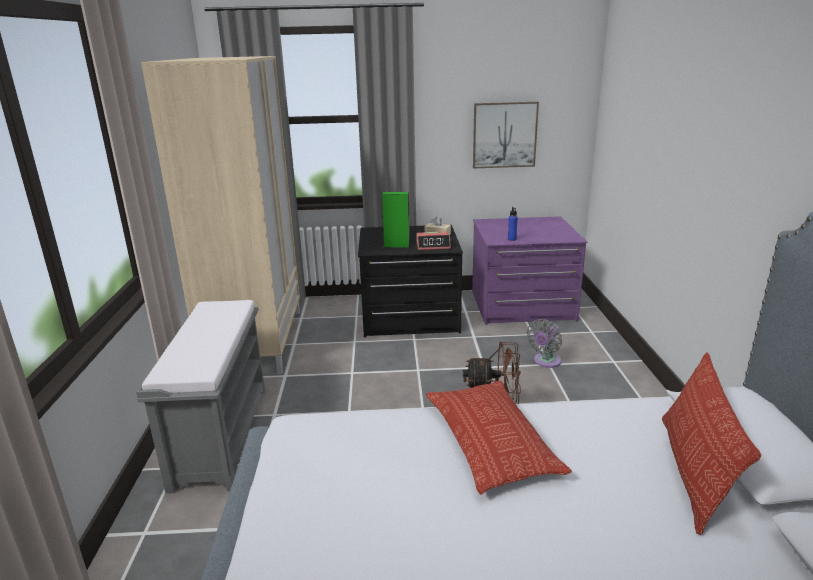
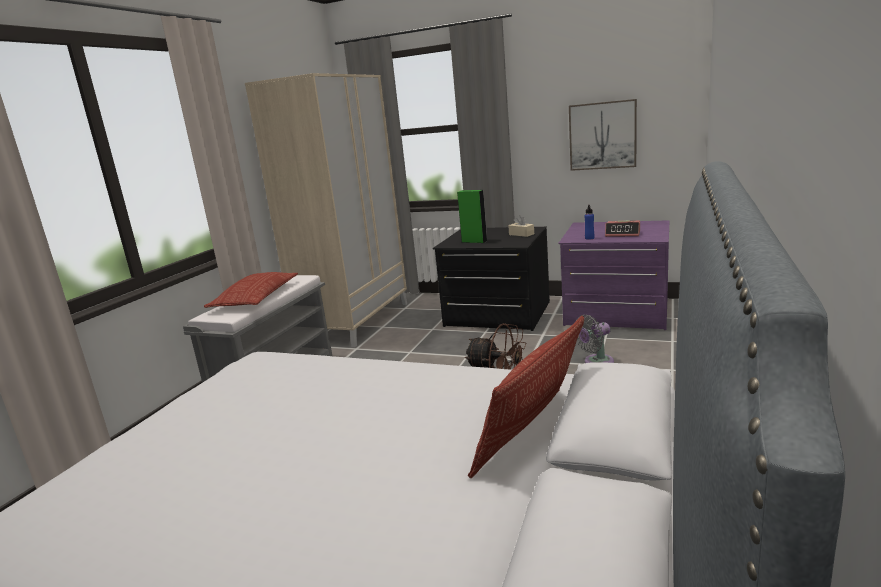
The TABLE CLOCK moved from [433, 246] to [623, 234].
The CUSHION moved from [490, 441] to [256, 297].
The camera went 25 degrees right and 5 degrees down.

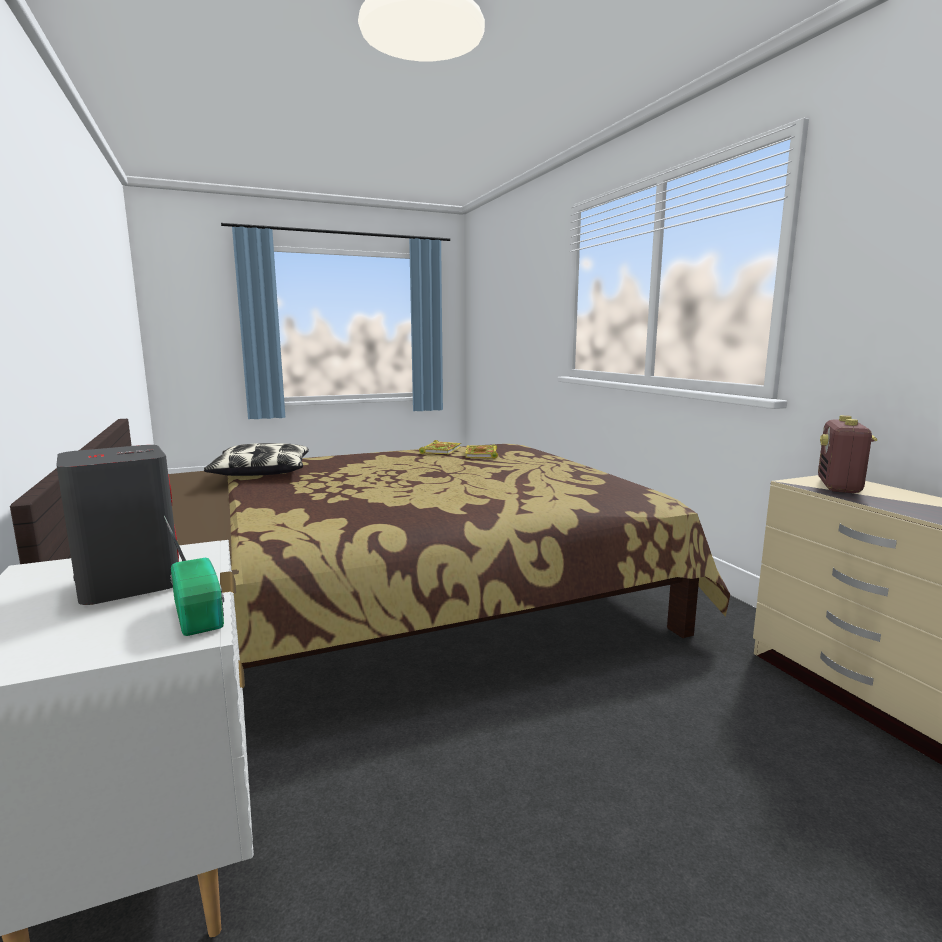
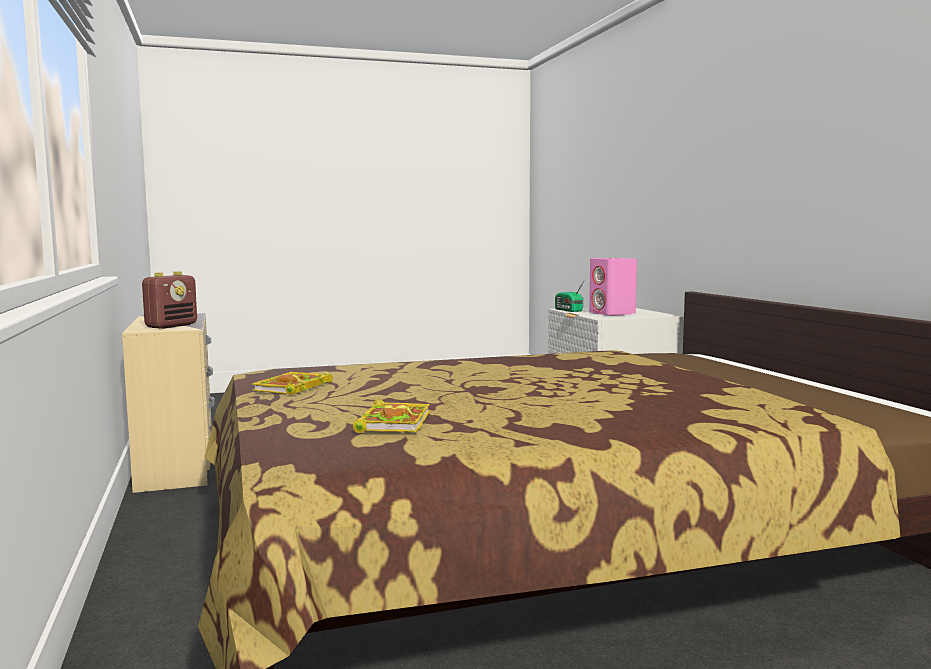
The CUSHION at [261, 472] disappeared.
The VOLUME moved from [441, 450] to [292, 388].
The GREYISH LOUDSPEAKER at [129, 583] became the PINK-COLOURED LOUDSPEAKER at [612, 313].
The camera went 175 degrees left and 5 degrees down.

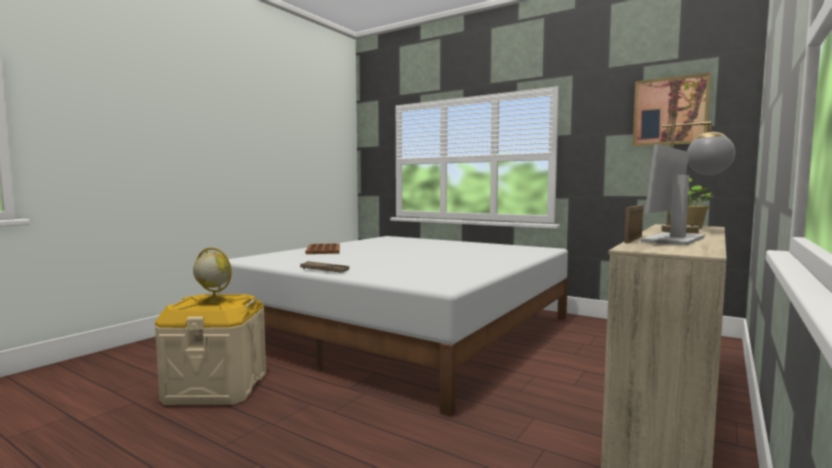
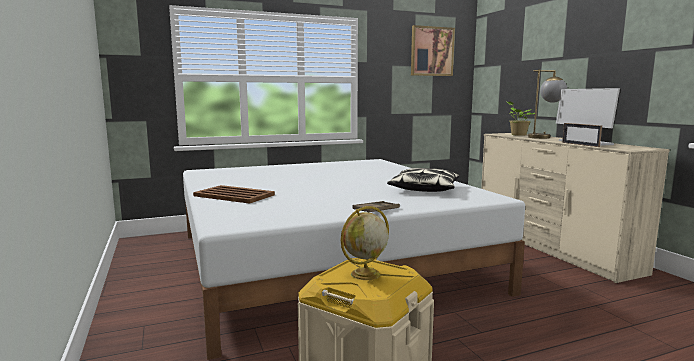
The CUSHION at [424, 189] appeared.
The camera went 55 degrees left and 5 degrees up.

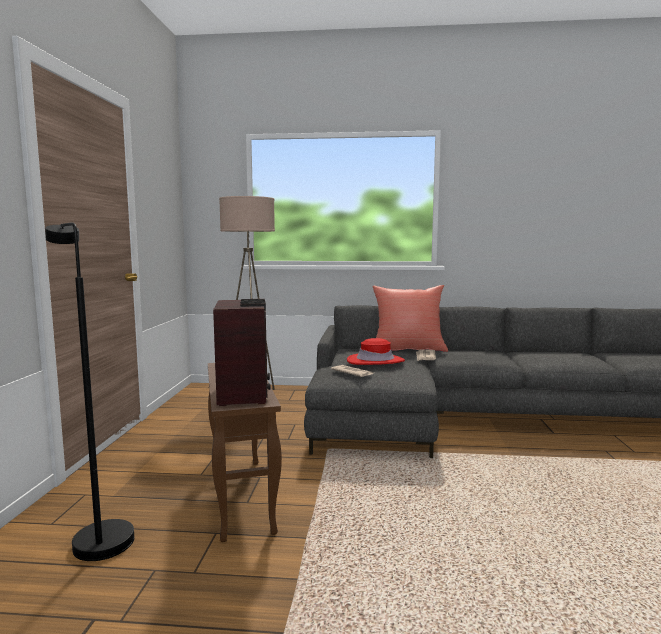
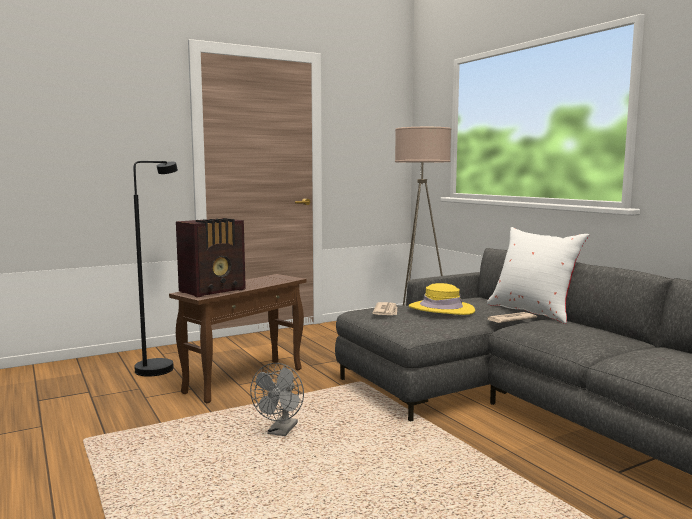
The GREYISH ELECTRIC FAN at [281, 432] appeared.
The RED CLOTHING HAT at [375, 361] became the YELLOWISH CLOTHING HAT at [441, 309].
The RED CUSHION at [408, 349] became the WHITE CUSHION at [533, 311].
The camera went 55 degrees right and 0 degrees up.

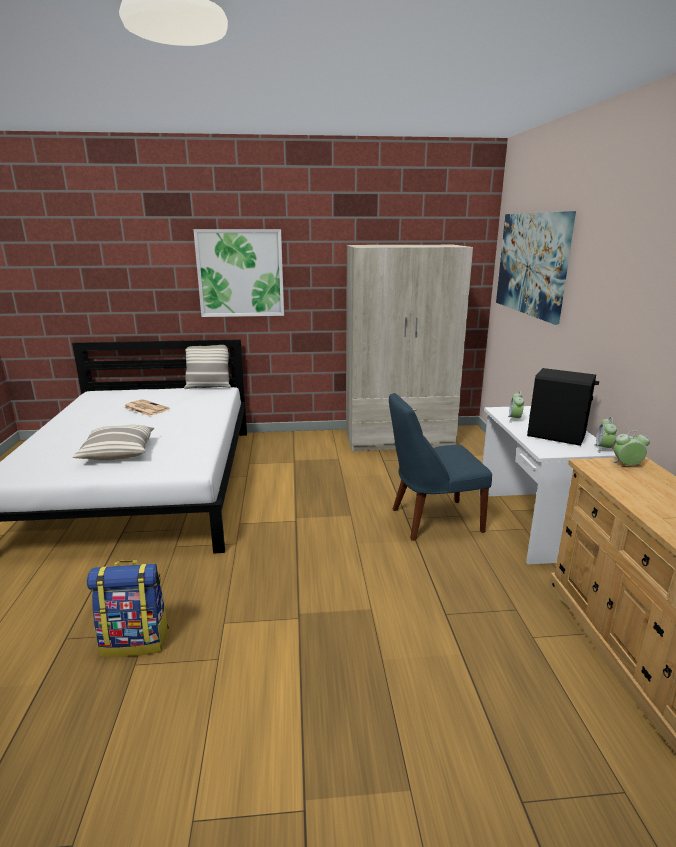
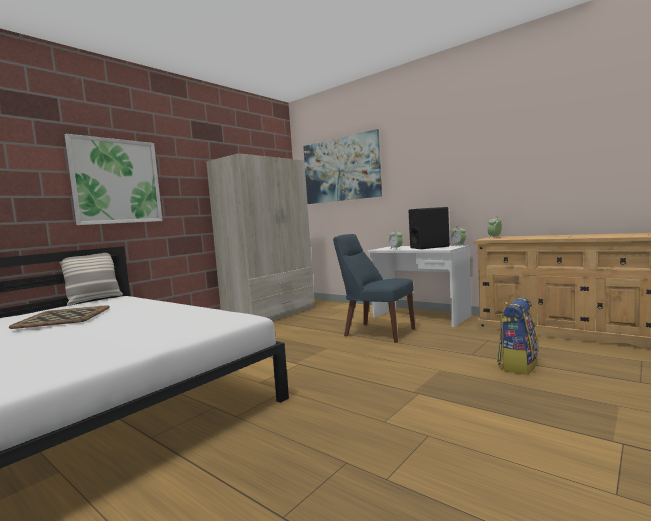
The CUSHION at [118, 452] disappeared.
The RUCKSACK moved from [136, 641] to [518, 365].
The DAILY PAPER at [145, 408] was replaced by the TRAY at [62, 317].
The BLUISH PLAIN CHAIR at [432, 520] turned 90 degrees clockwise.
The camera went 45 degrees left and 15 degrees down.

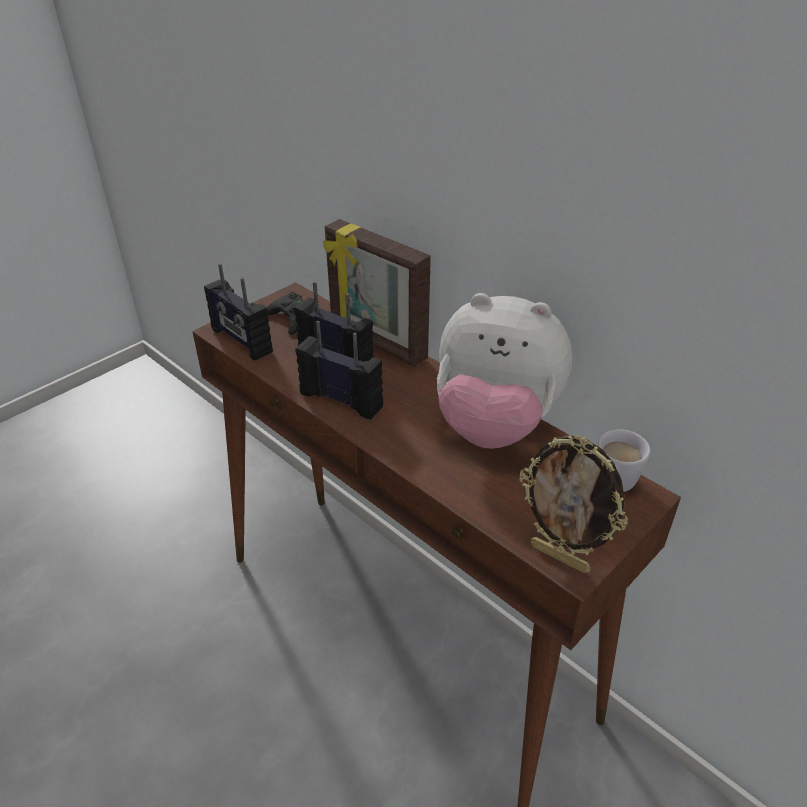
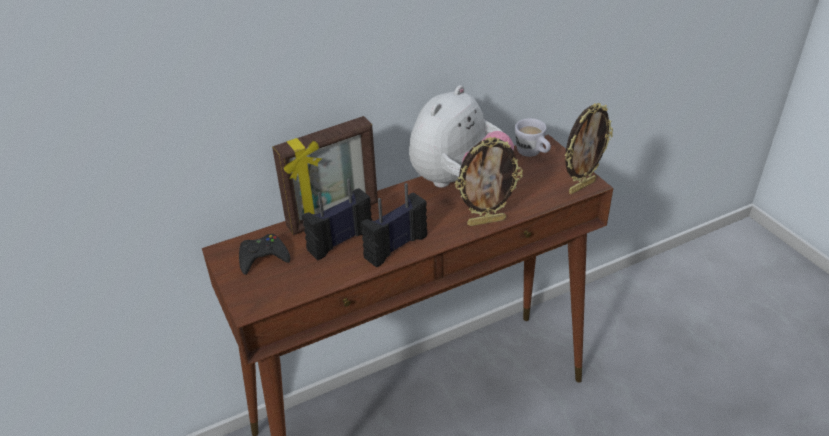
The RADIO at [241, 341] disappeared.
The PHOTO FRAME at [486, 221] appeared.
The camera went 70 degrees left and 0 degrees up.

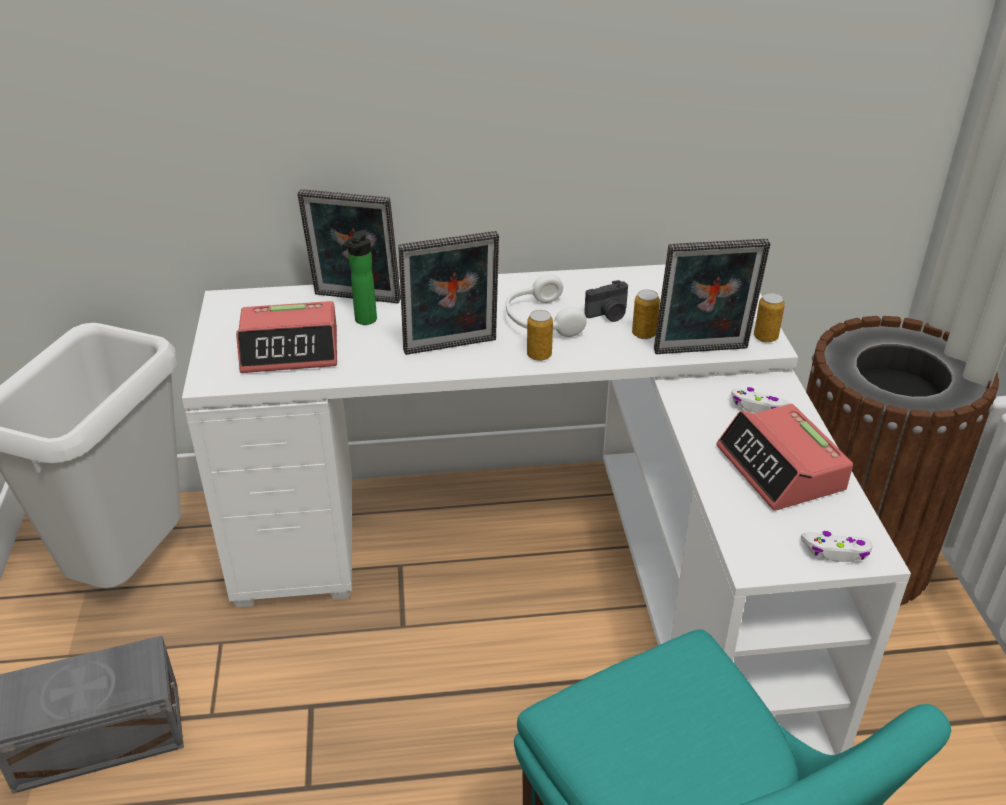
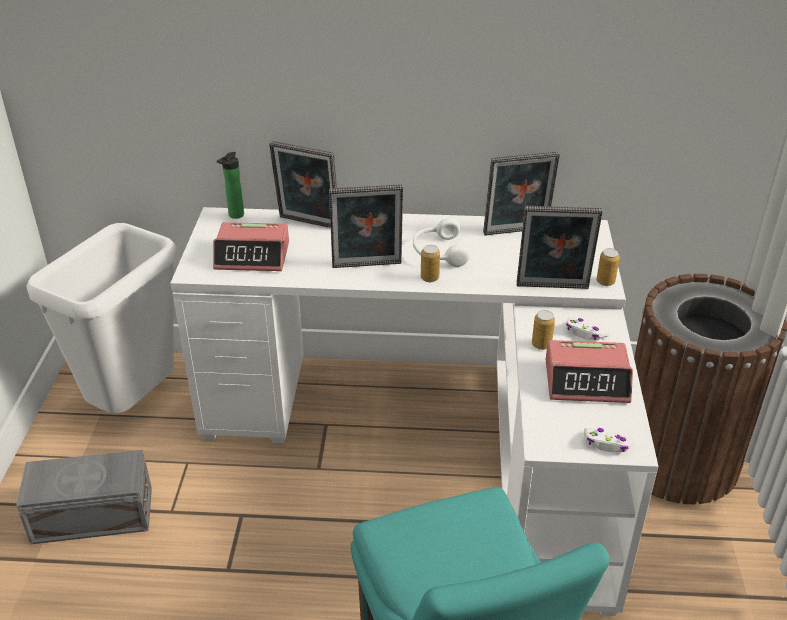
The STILL CAMERA at [608, 315] disappeared.
The PHOTO FRAME at [516, 232] appeared.
The BOTTLE moved from [364, 321] to [234, 216].
The SEALED CAN moved from [644, 334] to [541, 345].
The TABLE CLOCK at [781, 469] turned 75 degrees counterclockwise.
The camera went 10 degrees right and 0 degrees up.

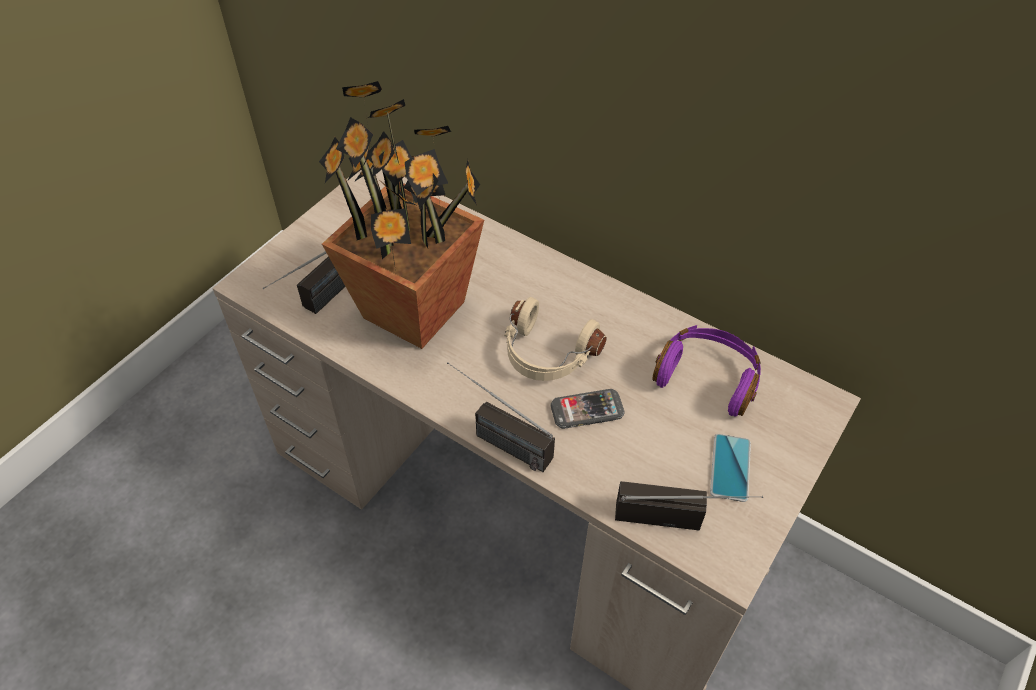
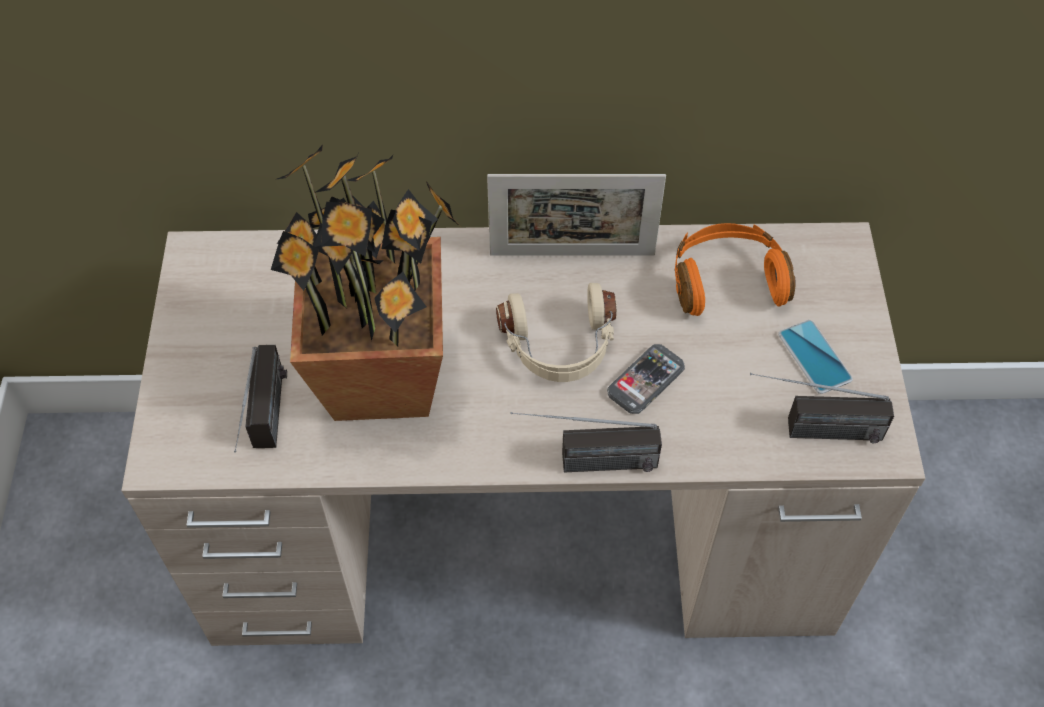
The PHOTO FRAME at [572, 254] appeared.
The PURPLE-COLOURED HEADPHONES at [707, 377] became the ORANGE HEADPHONES at [726, 280].
The RADIO at [680, 517] turned 150 degrees counterclockwise.
The camera went 35 degrees left and 5 degrees up.

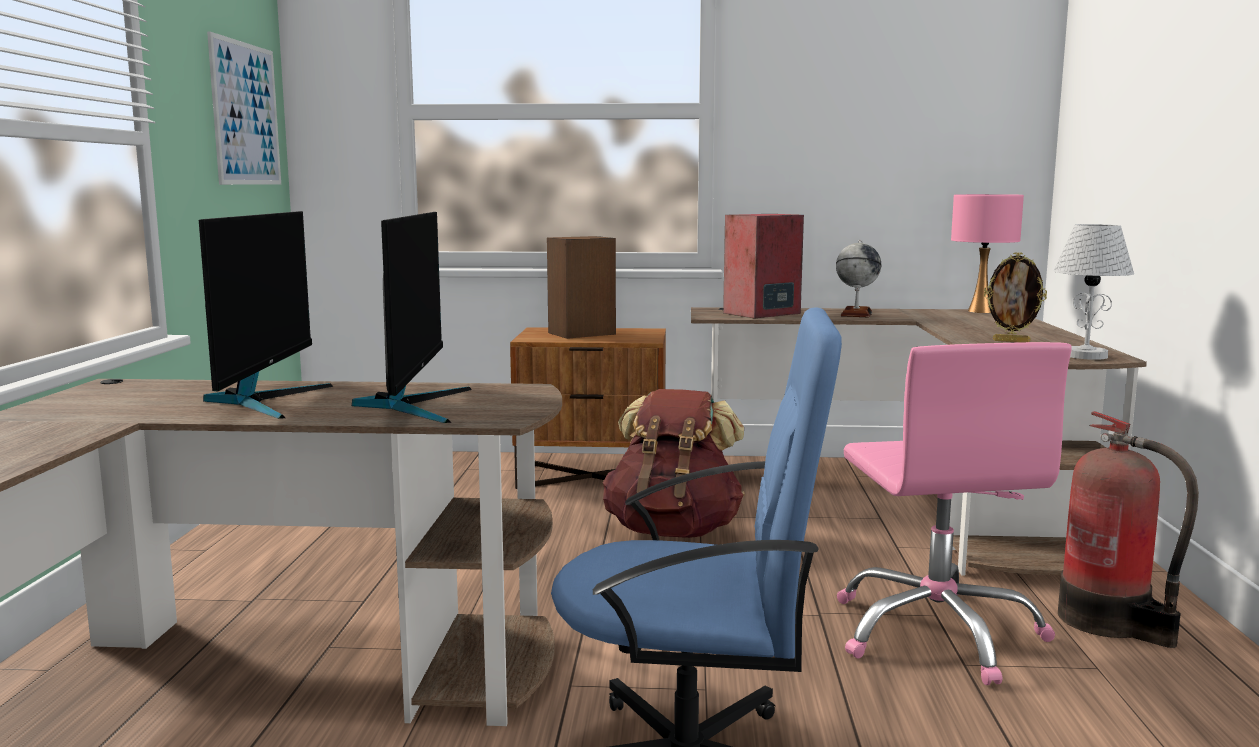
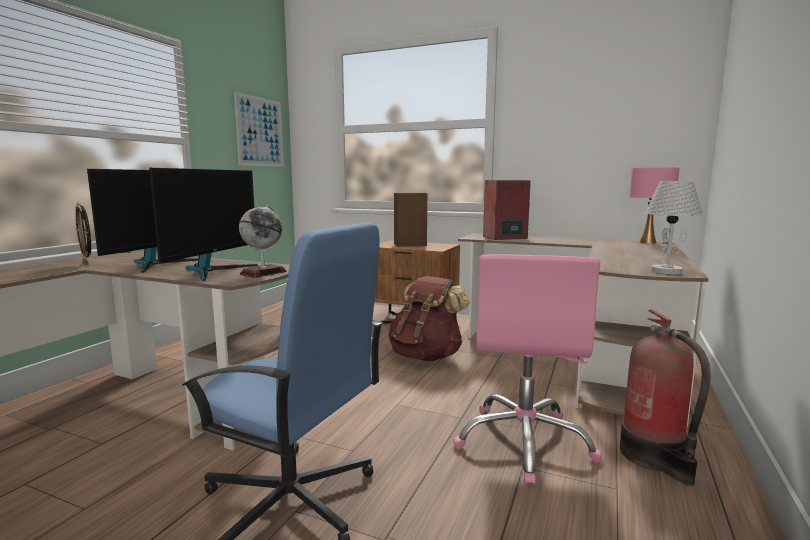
The WORLD GLOBE moved from [856, 314] to [263, 273].
The PHOTO FRAME moved from [1011, 341] to [87, 264].
The camera went 20 degrees right and 0 degrees up.

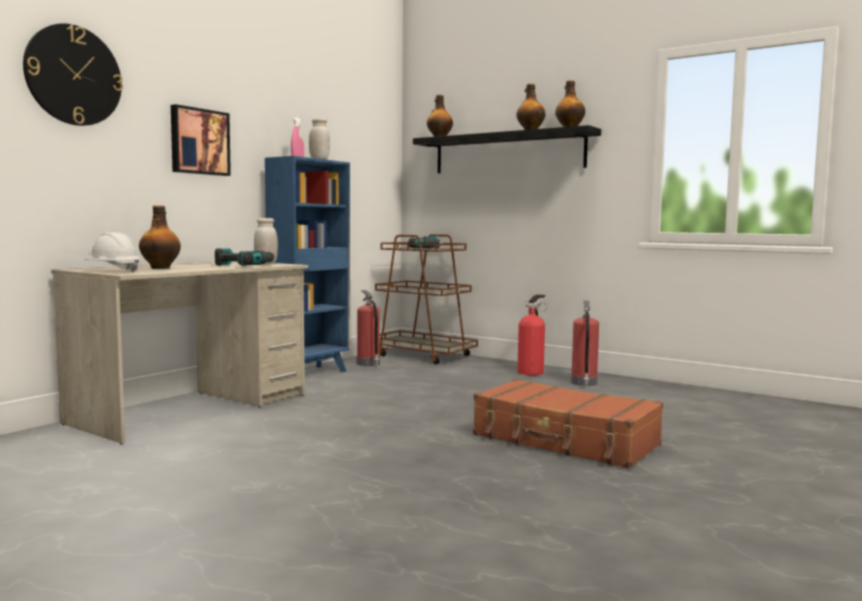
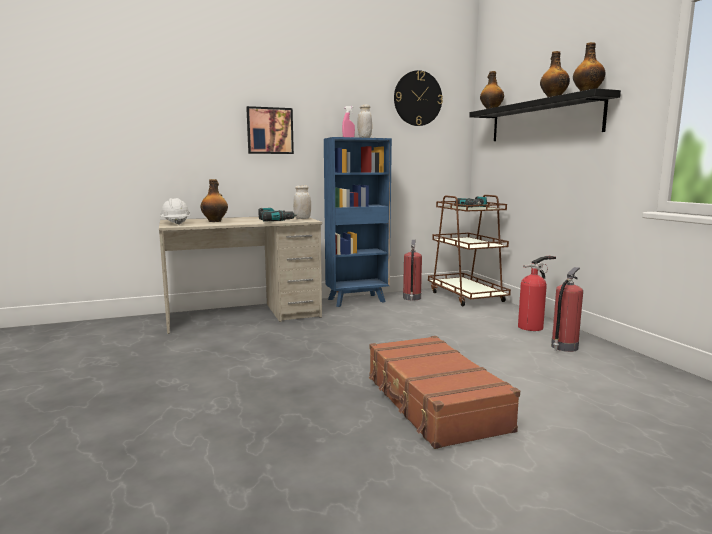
The HANGING CLOCK moved from [73, 75] to [417, 98].
The camera went 35 degrees right and 5 degrees up.

